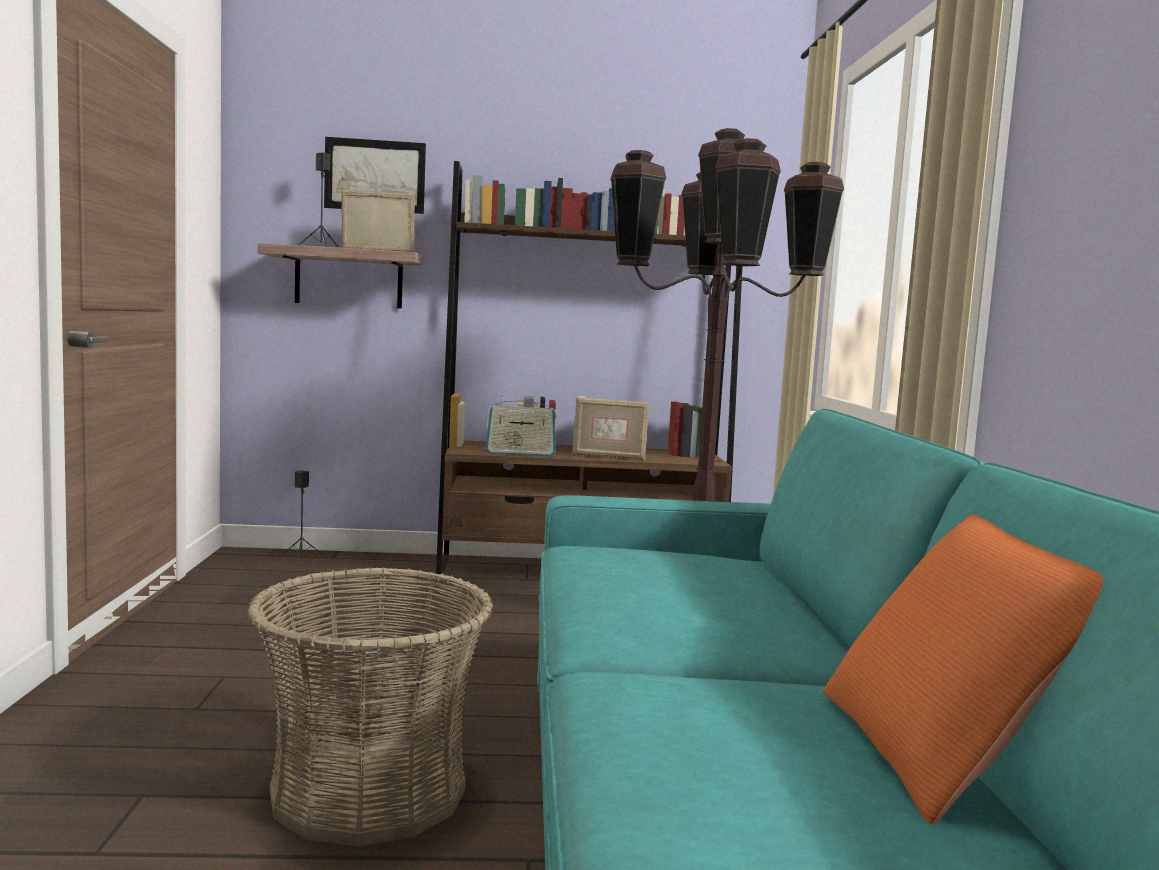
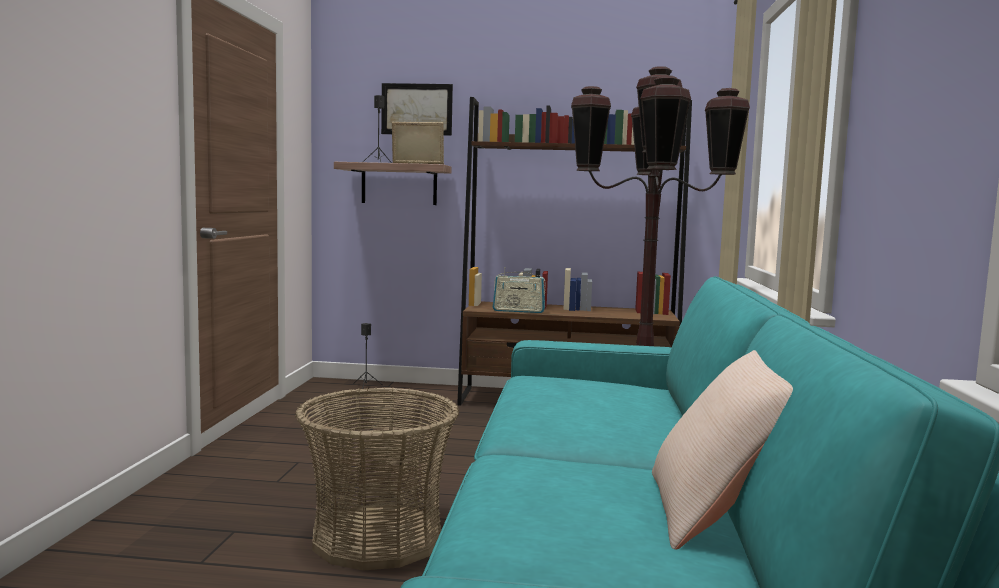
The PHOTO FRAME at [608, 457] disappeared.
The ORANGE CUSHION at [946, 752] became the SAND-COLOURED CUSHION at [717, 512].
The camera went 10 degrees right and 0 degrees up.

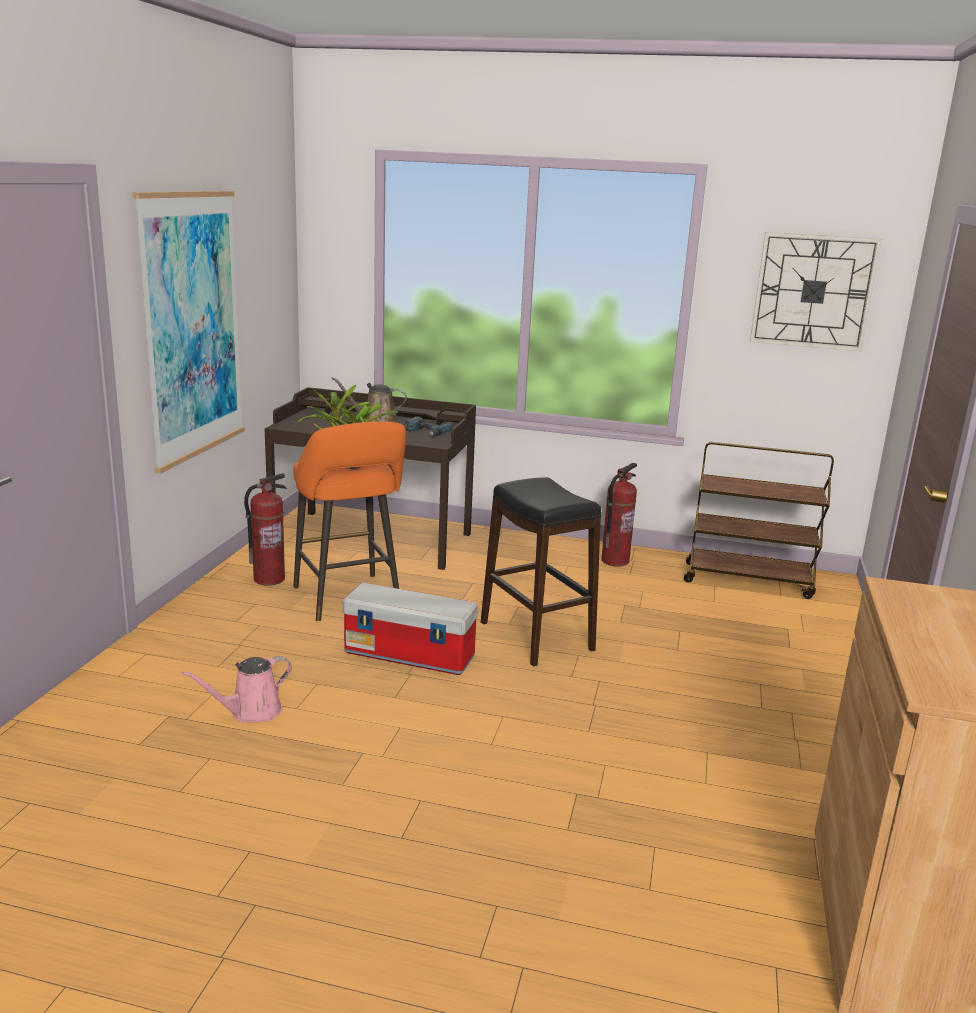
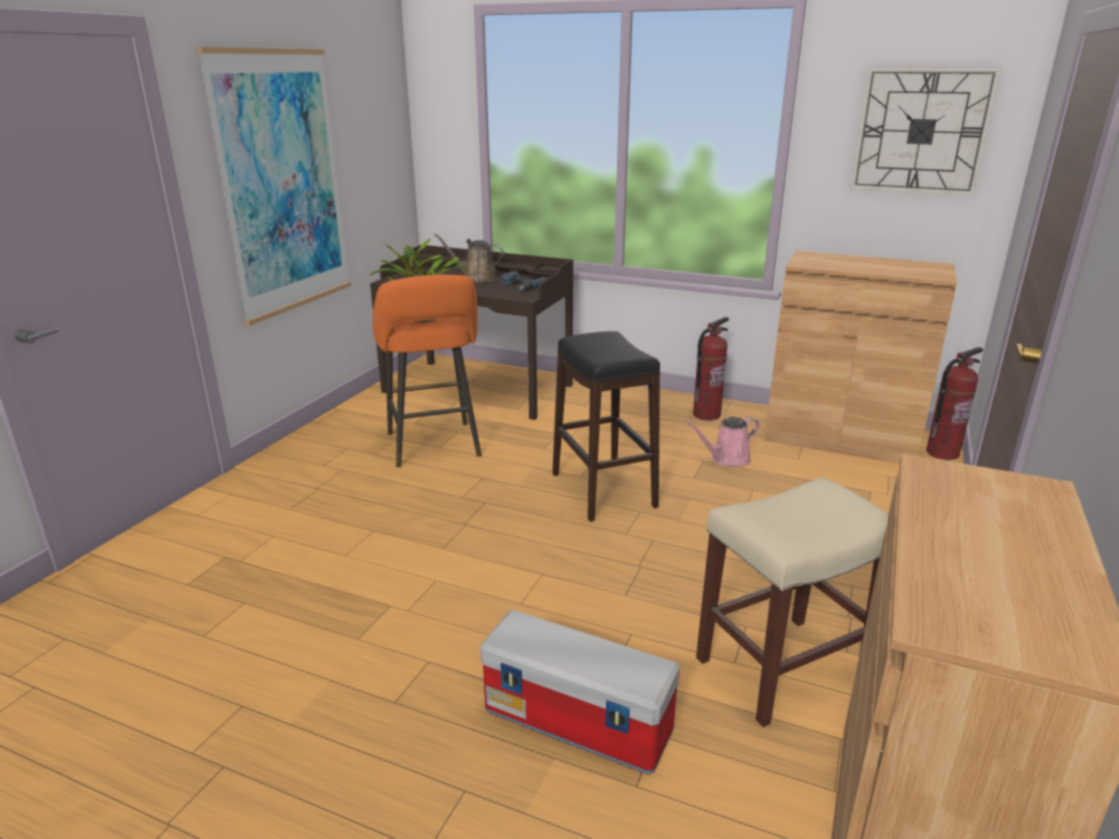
The SAND-COLOURED SITTING STOOL at [782, 667] appeared.
The PINK-COLOURED WATERING CAN moved from [251, 712] to [727, 459].
The FIRE-FIGHTING CYLINDER moved from [269, 579] to [942, 453].
The STORAGE CONTAINER moved from [411, 655] to [580, 721].
The BROWN-COLOURED CART at [748, 580] was replaced by the BROWN-COLOURED STORAGE CABINET at [841, 438].
The camera went 10 degrees right and 5 degrees up.

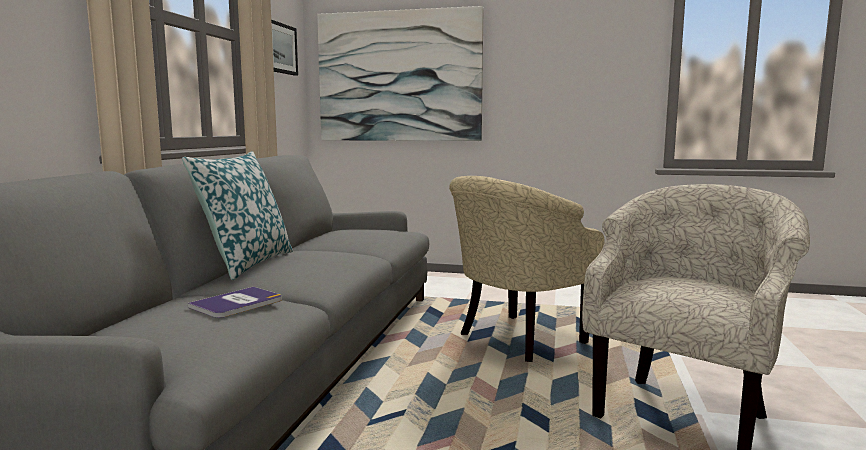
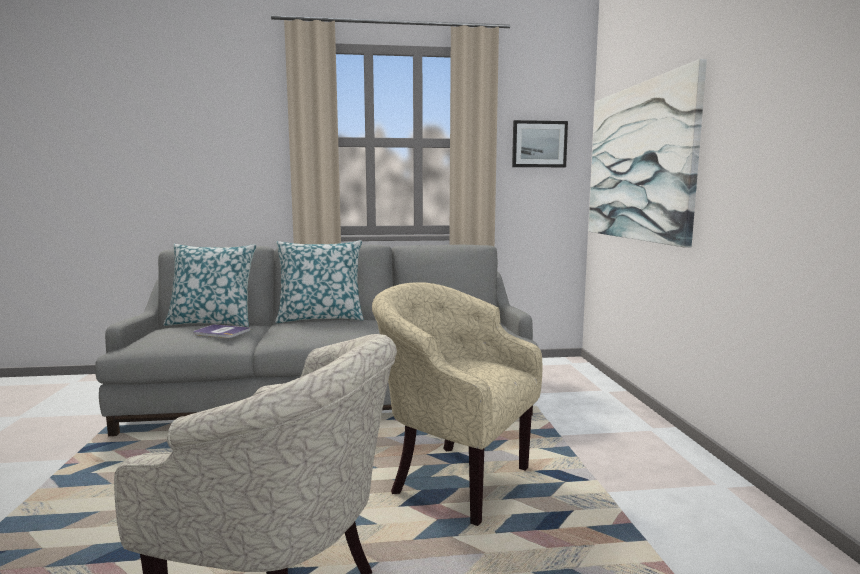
The CUSHION at [213, 323] appeared.
The camera went 70 degrees right and 0 degrees up.

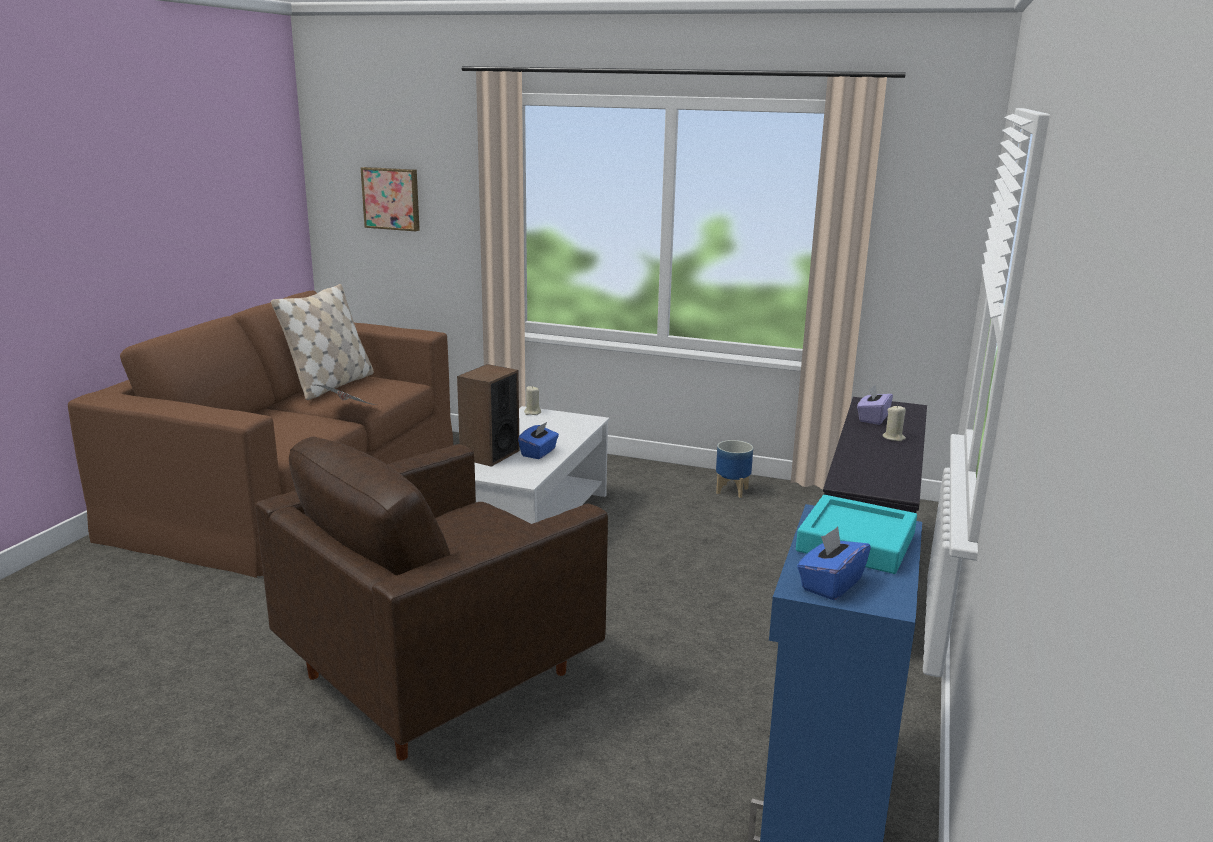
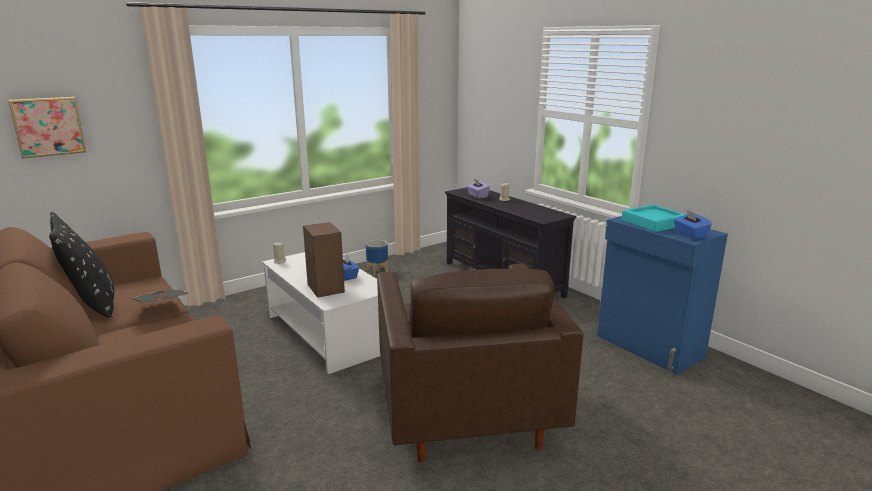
The SAND-COLOURED CUSHION at [330, 385] became the BLACK CUSHION at [92, 303].
The camera went 55 degrees left and 0 degrees up.

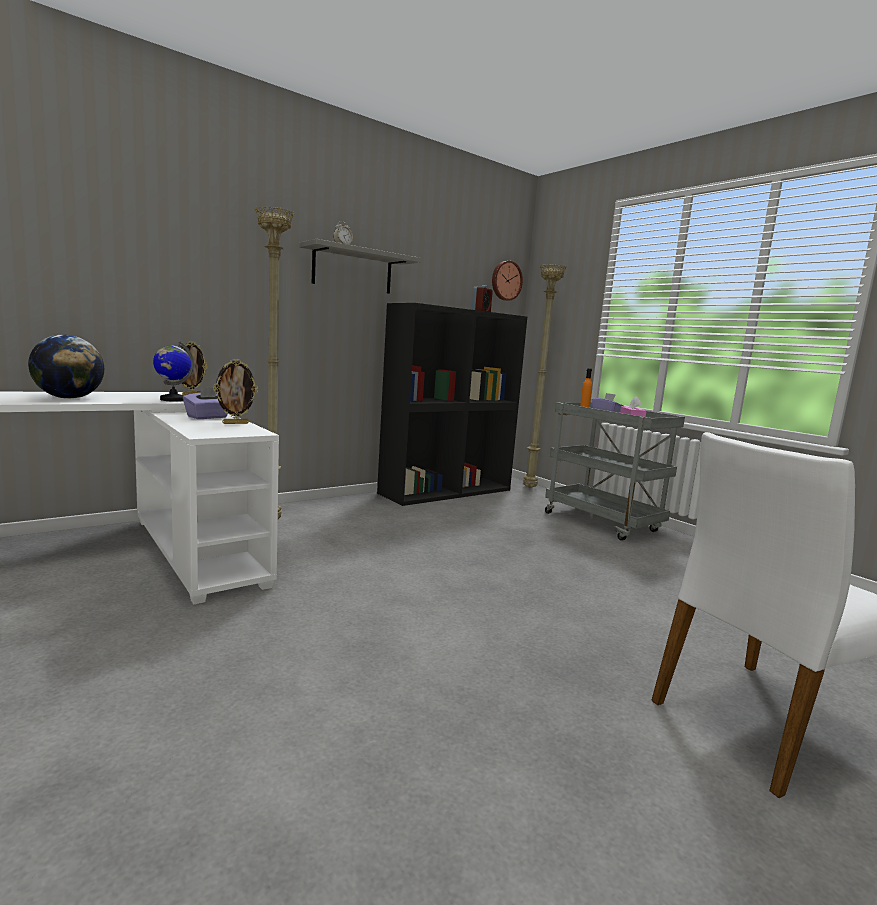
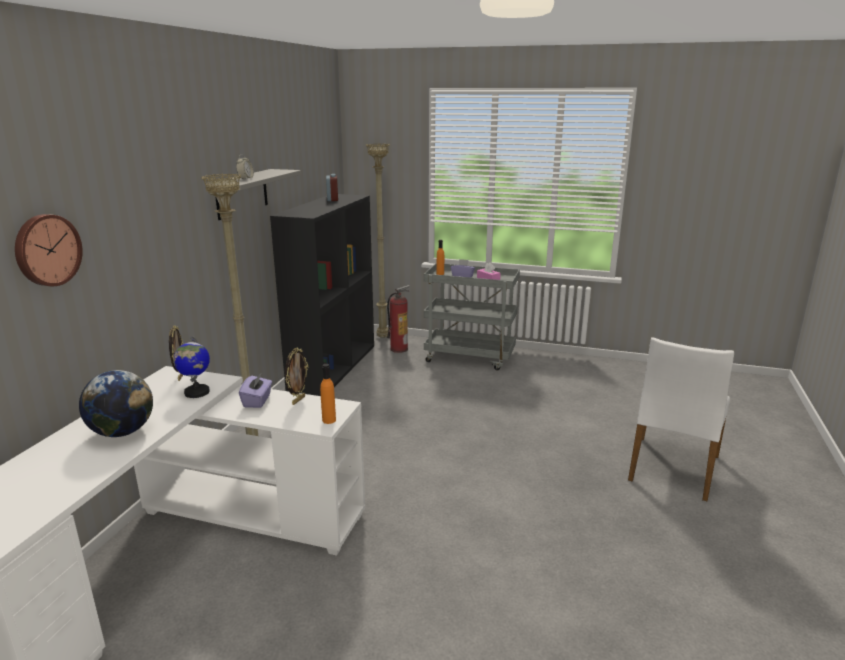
The ORANGE BOTTLE at [329, 420] appeared.
The FIRE-FIGHTING CYLINDER at [399, 349] appeared.
The HANGING CLOCK moved from [505, 281] to [46, 250].
The camera went 35 degrees left and 10 degrees up.

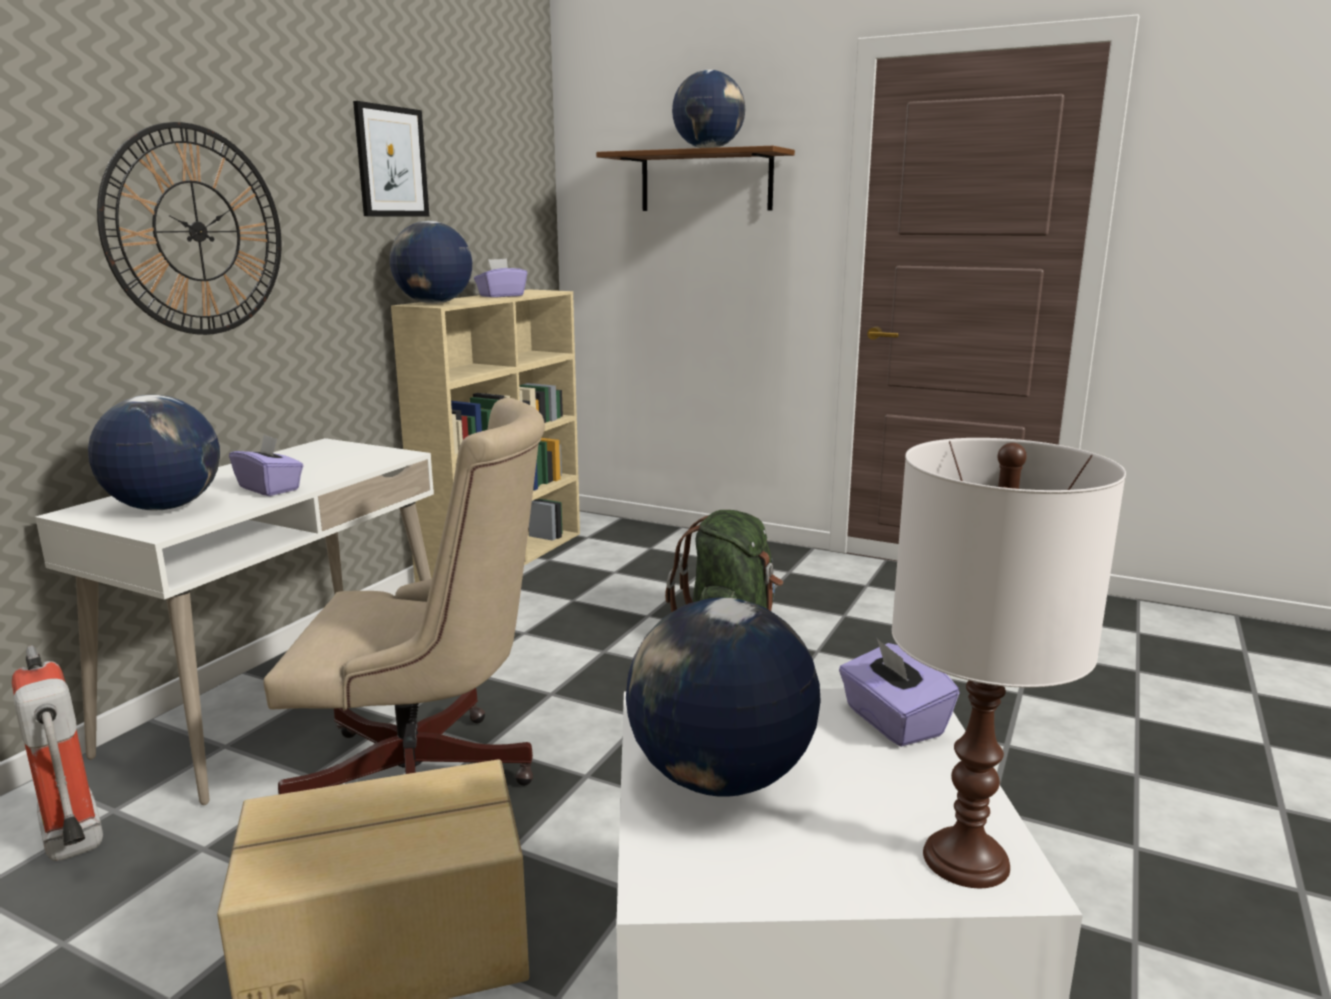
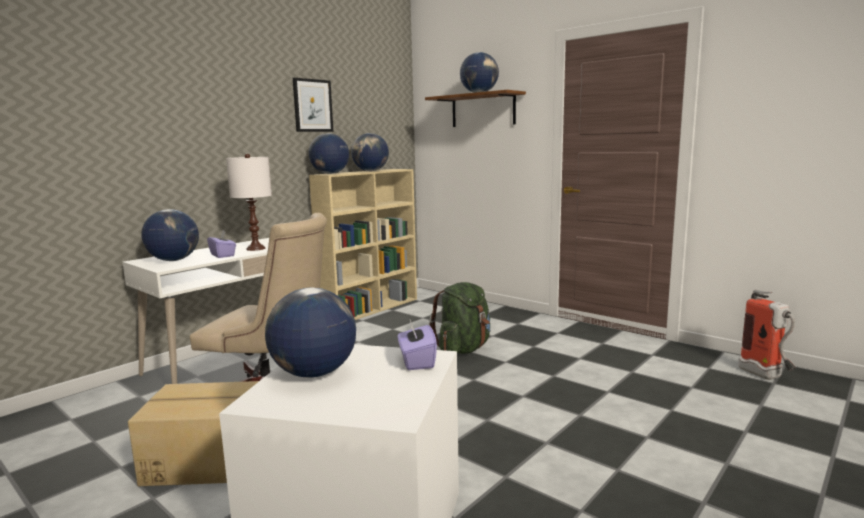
The HANGING CLOCK at [197, 231] disappeared.
The FIRE-FIGHTING CYLINDER moved from [75, 846] to [766, 376].
The WHITE LAMP FOR A TABLE moved from [964, 858] to [255, 248].
The PURPLE-COLOURED TISSUE HOLDER at [501, 296] was replaced by the WORLD GLOBE at [370, 171].
The camera went 15 degrees right and 5 degrees down.

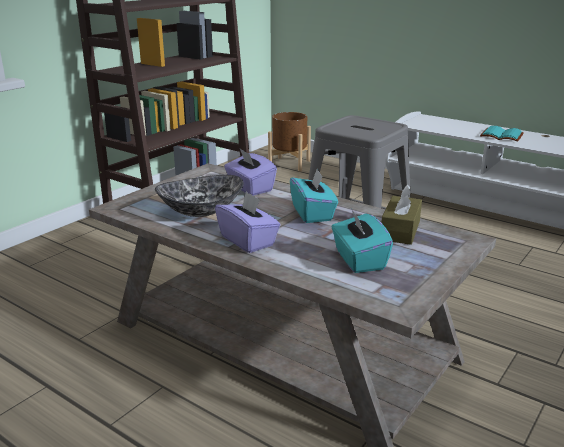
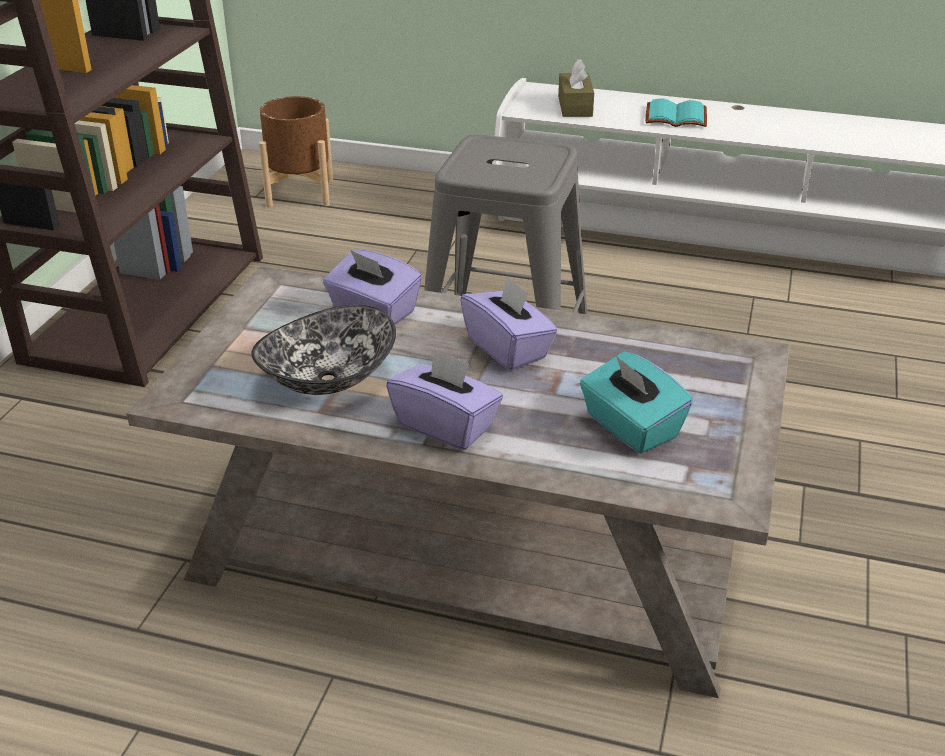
The BROWN-COLOURED TISSUE HOLDER moved from [400, 230] to [575, 106].
The TURQUOISE TISSUE HOLDER at [313, 213] became the PURPLE-COLOURED TISSUE HOLDER at [508, 348].
The camera went 20 degrees left and 10 degrees up.

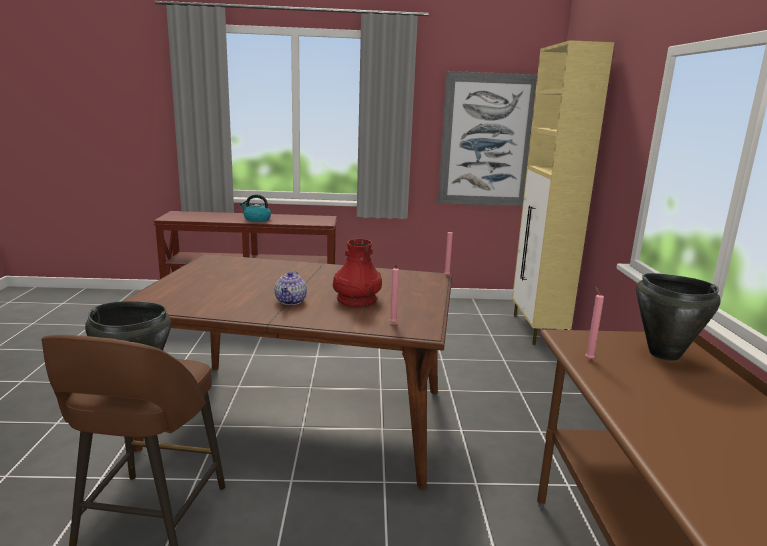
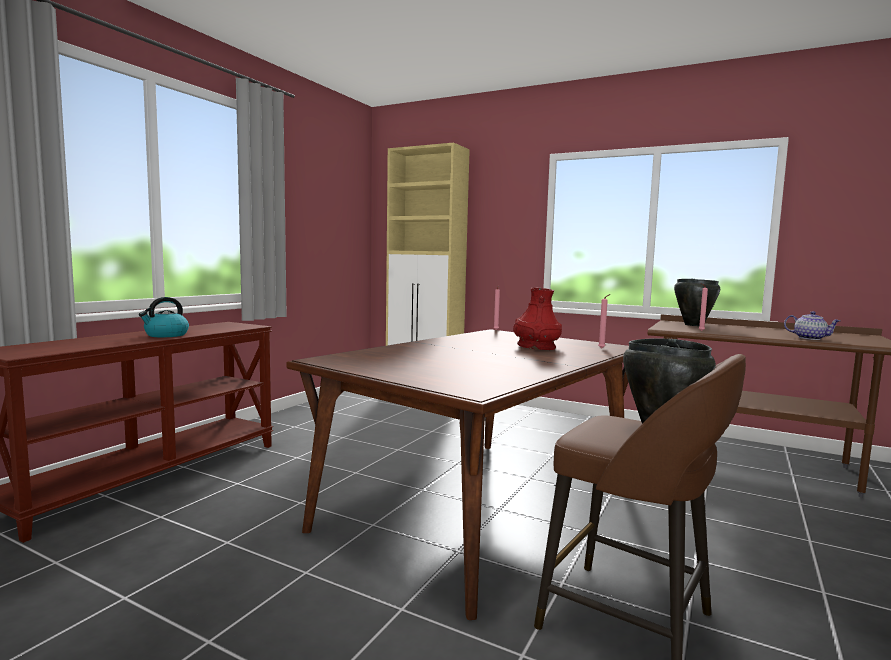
The PICTURE at [487, 141] disappeared.
The TEA POT moved from [291, 301] to [810, 338].
The camera went 60 degrees left and 10 degrees down.

